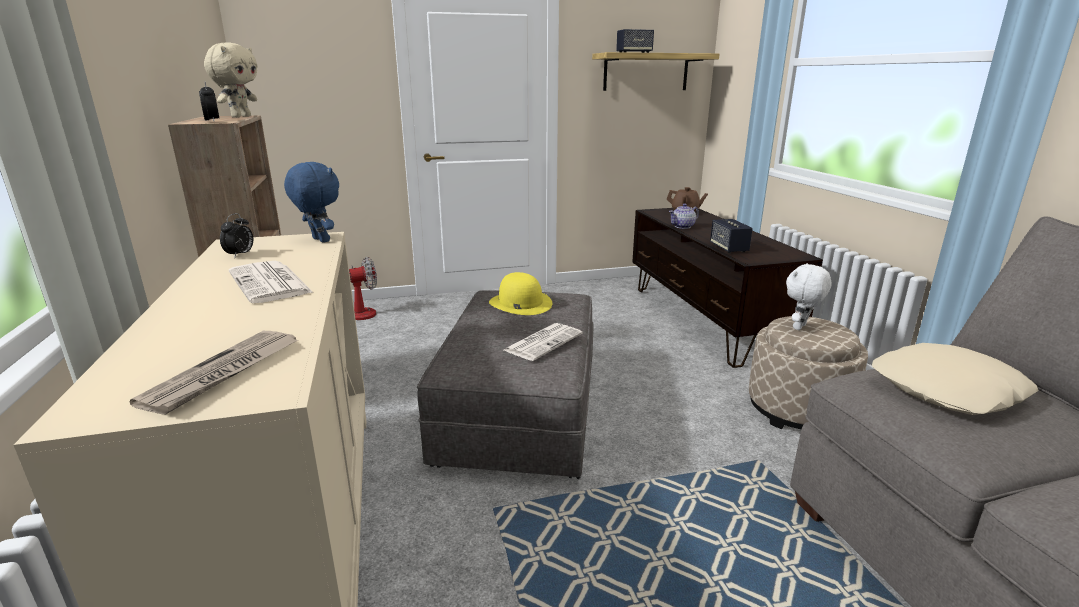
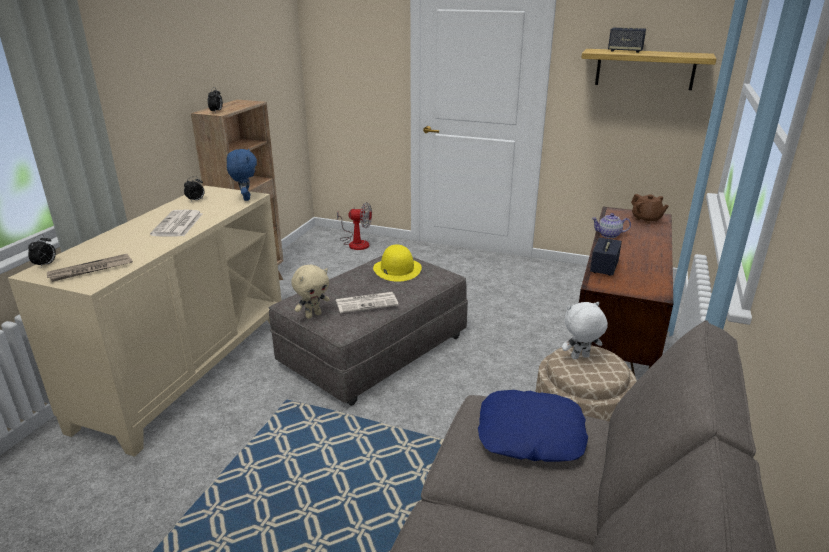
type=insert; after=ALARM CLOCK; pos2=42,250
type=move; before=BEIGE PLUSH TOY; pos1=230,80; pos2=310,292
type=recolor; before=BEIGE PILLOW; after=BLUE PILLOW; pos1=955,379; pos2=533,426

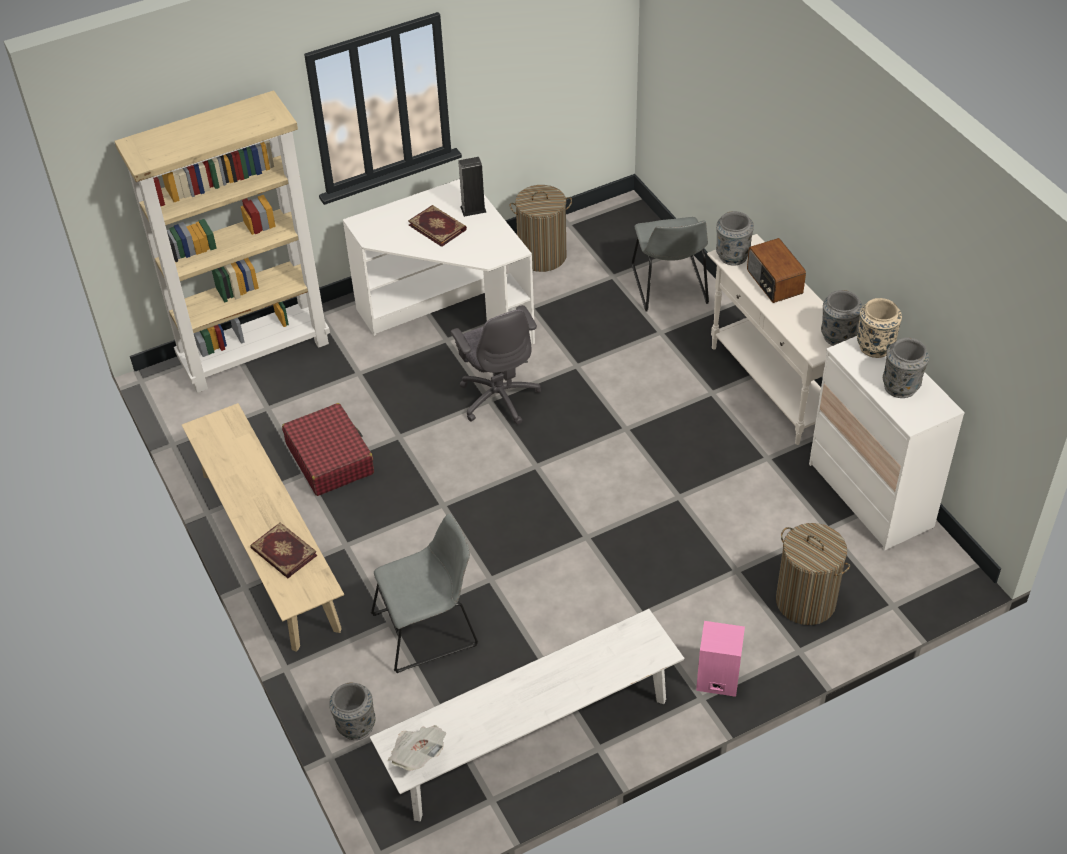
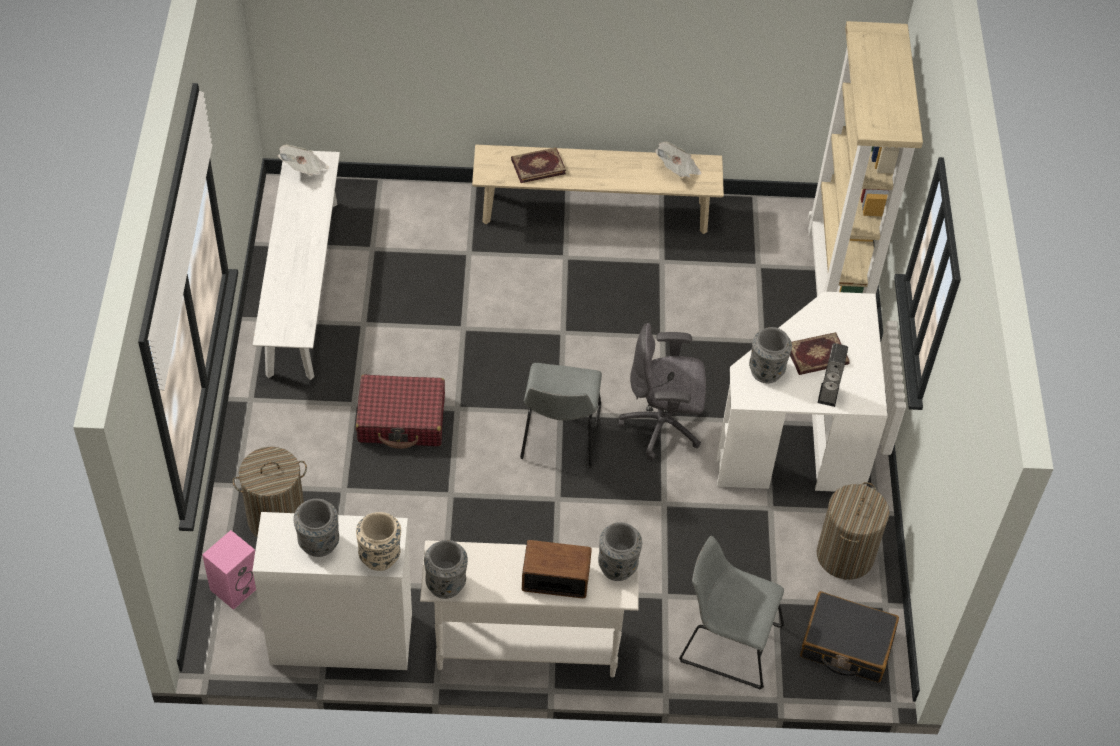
type=insert; after=NEWSPAPER; pos2=678,160
type=insert; after=BLACK SUITCASE; pos2=849,636
type=move; before=RED SUITCASE; pos1=328,449; pos2=400,411
type=move; before=GREY VASE; pos1=352,711; pos2=770,355
type=move; before=GREY CHAIR; pos1=424,593; pos2=561,415
type=move; before=PINK SPEAKER; pos1=720,659; pos2=229,570

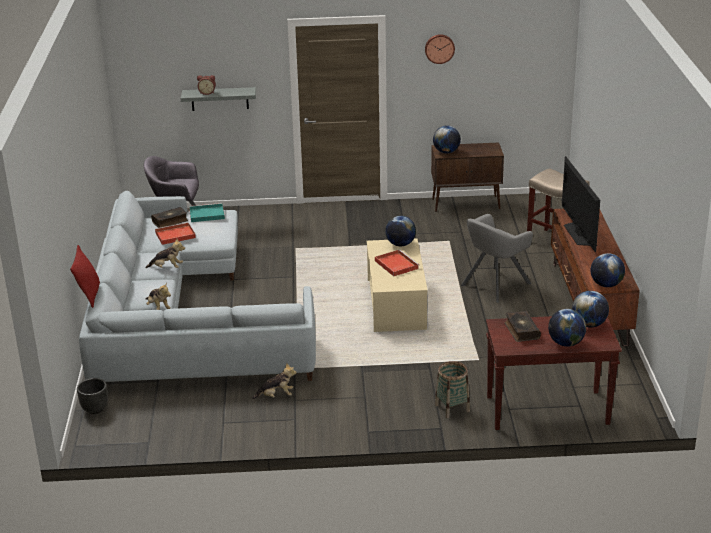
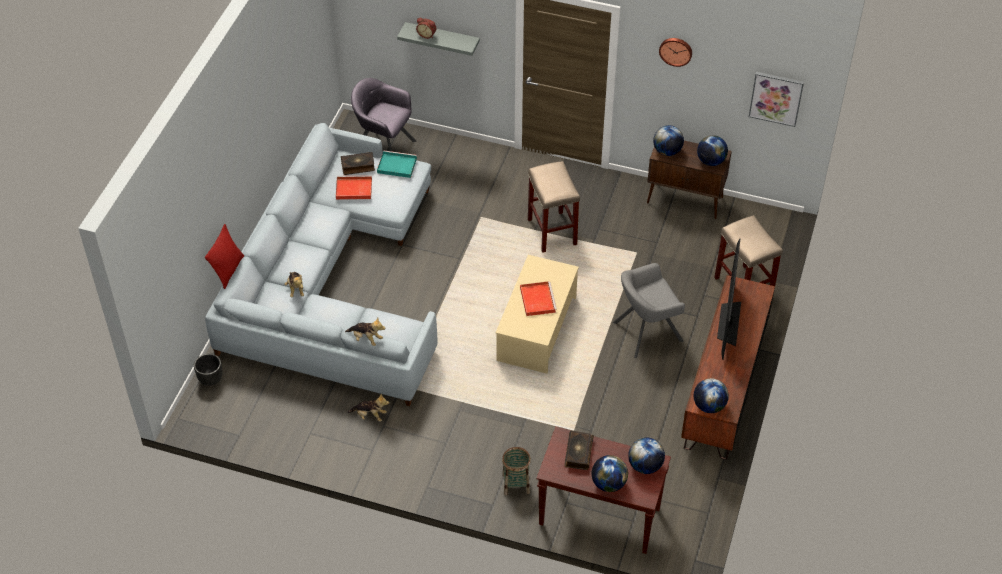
type=insert; after=BEIGE STOOL; pos2=554,207
type=insert; after=PICTURE; pos2=776,99
type=move; before=PLUSH TOY; pos1=165,253; pos2=365,332
type=move; before=GLOBE; pos1=400,231; pos2=712,150

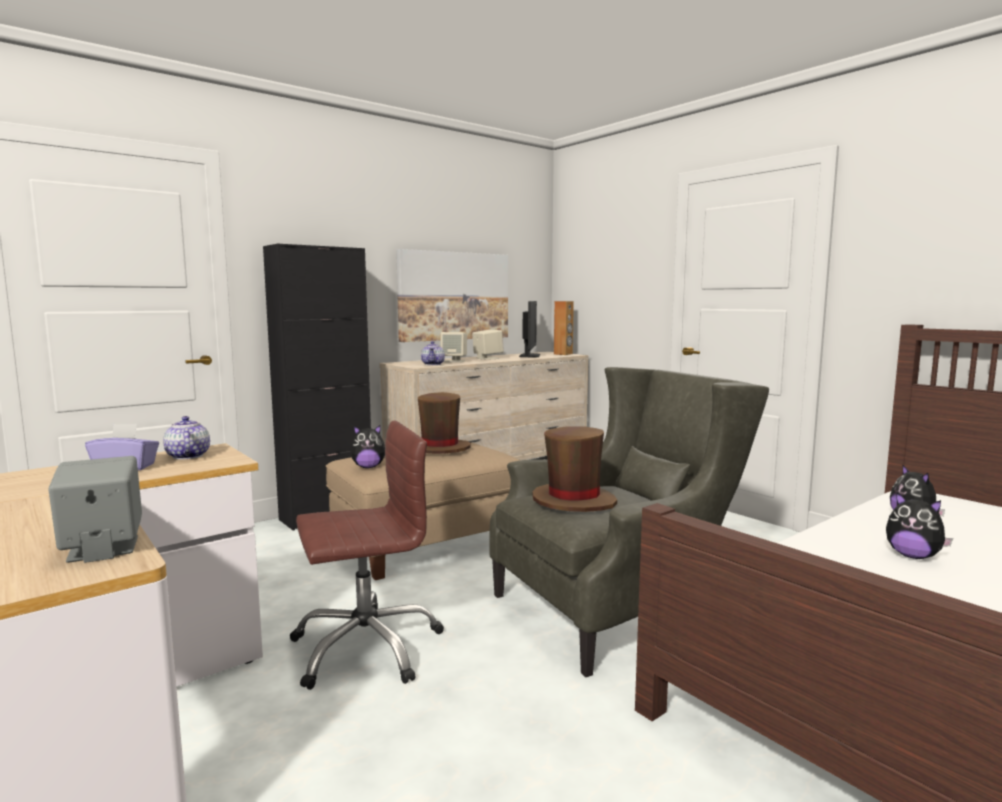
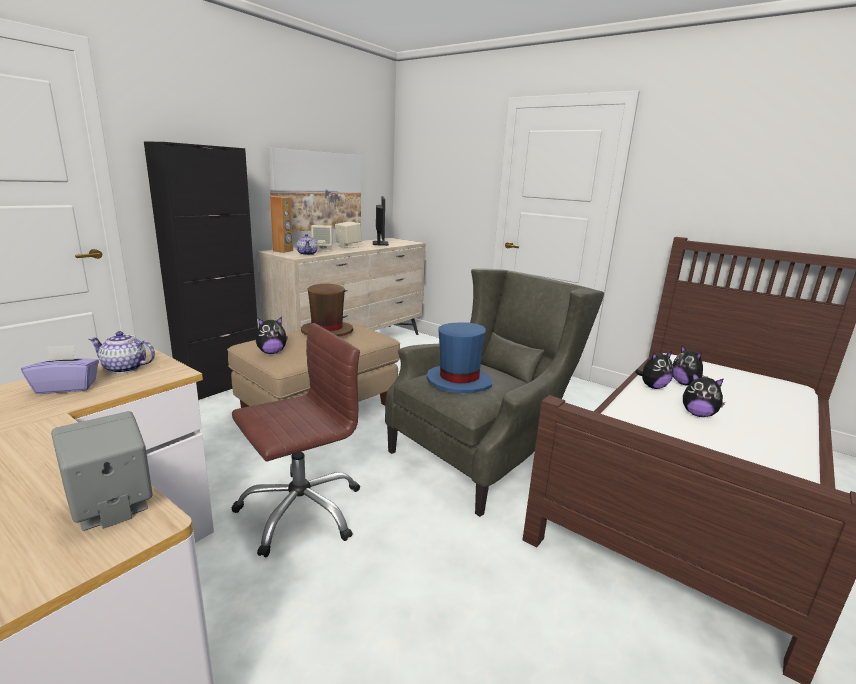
type=insert; after=PLUSH TOY; pos2=654,370
type=move; before=BROWN SPEAKER; pos1=564,328; pos2=281,224
type=recolor; before=BROWN HAT; after=BLUE HAT; pos1=574,469; pos2=460,357
type=rotate; before=TEAPOT; pos1=186,438; pos2=122,352; turn=-45

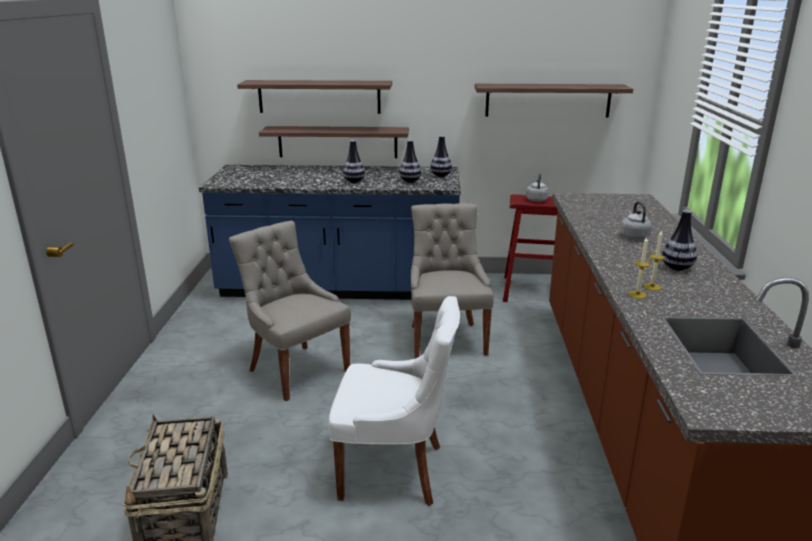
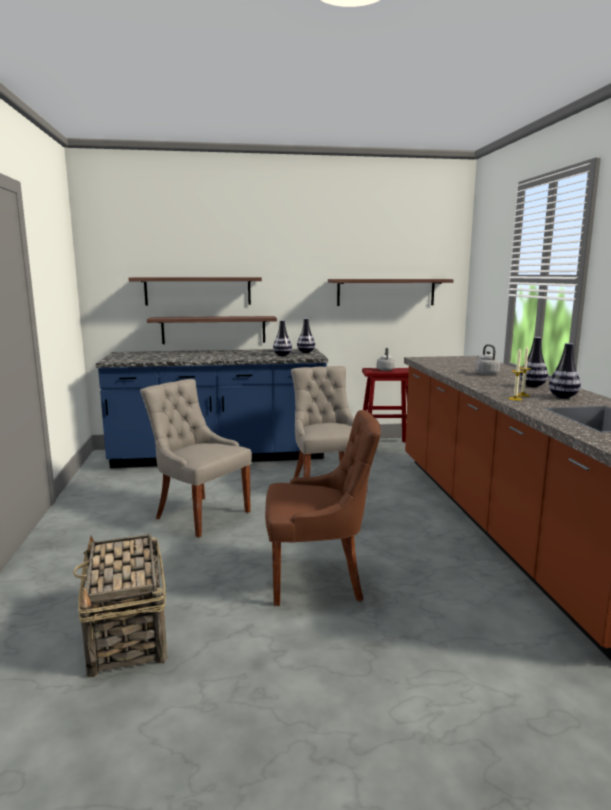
type=move; before=VASE; pos1=354,161; pos2=565,370
type=recolor; before=WHITE CHAIR; after=BROWN CHAIR; pos1=394,401; pos2=323,508

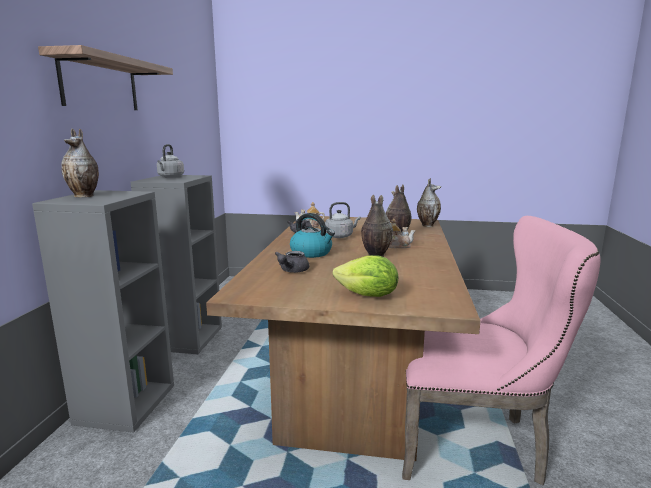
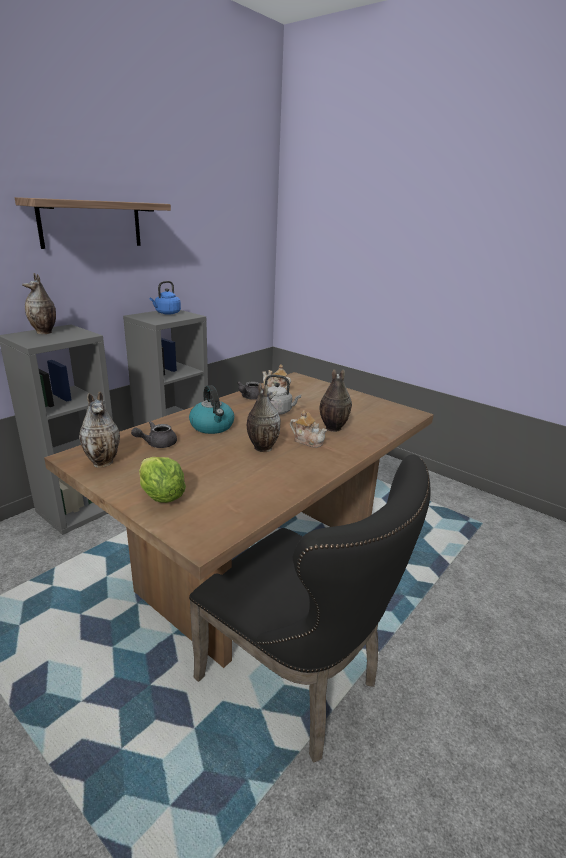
type=move; before=VASE; pos1=429,202; pos2=99,429
type=recolor; before=GREY KETTLE; after=BLUE KETTLE; pos1=170,161; pos2=165,298
type=recolor; before=PINK CHAIR; after=BLACK CHAIR; pos1=501,350; pos2=310,608

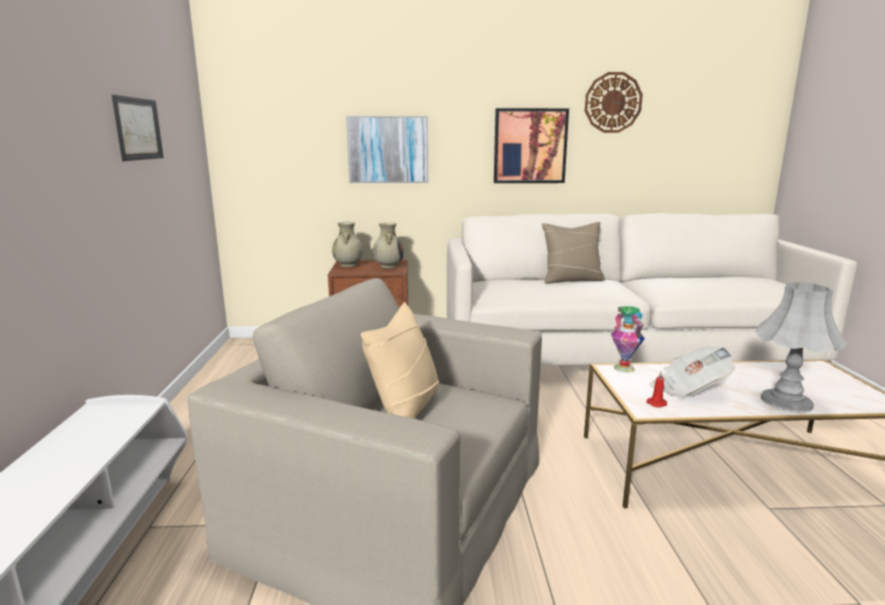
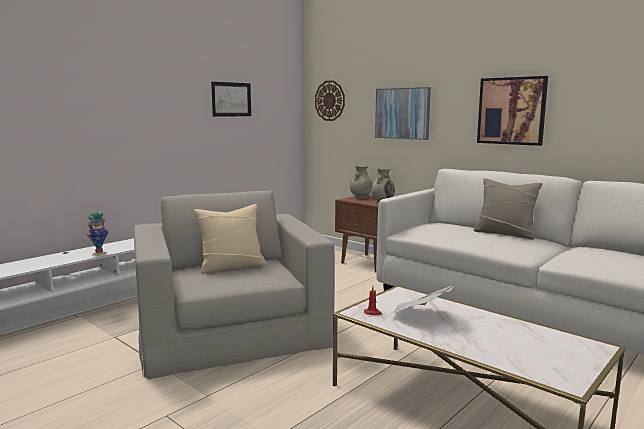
type=delete; before=GREY TABLE LAMP; pos1=801,347
type=move; before=WALL CLOCK; pos1=614,102; pos2=330,100
type=move; before=VASE; pos1=628,339; pos2=97,234

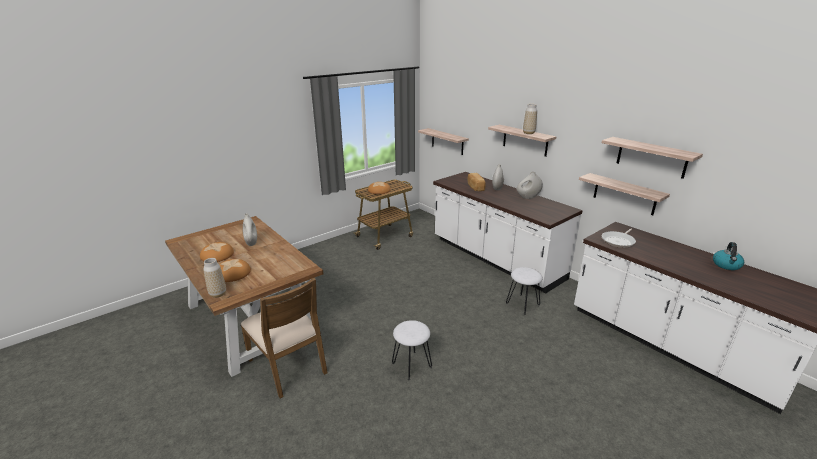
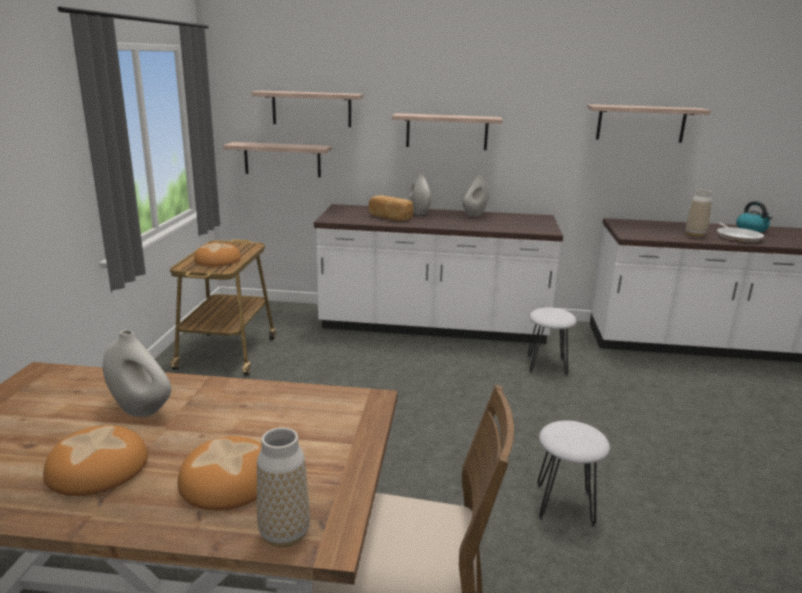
type=move; before=VASE; pos1=530,119; pos2=699,213
type=move; before=SHELF; pos1=624,194; pos2=307,108
type=move; before=FRYING PAN; pos1=619,238; pos2=740,233

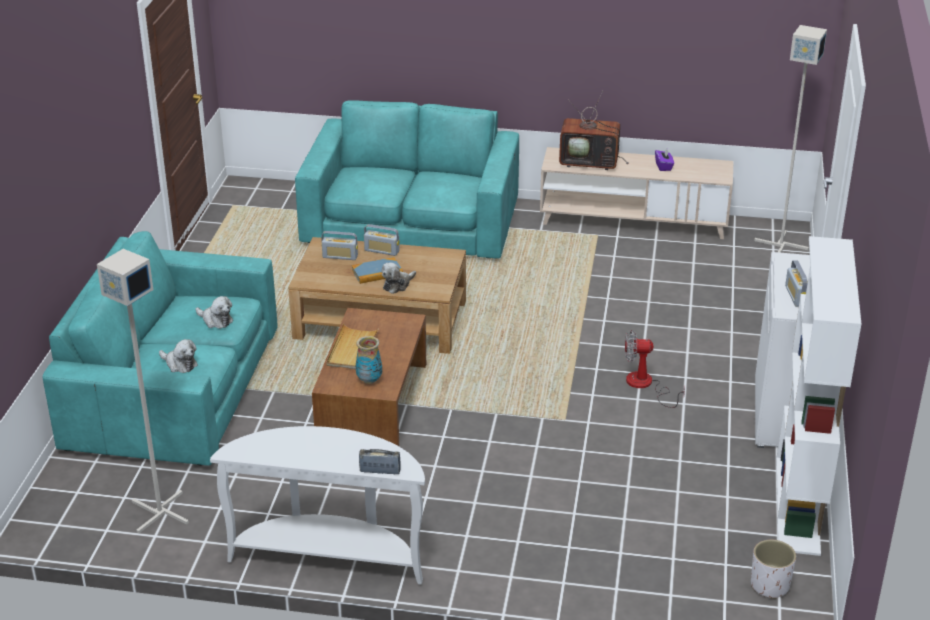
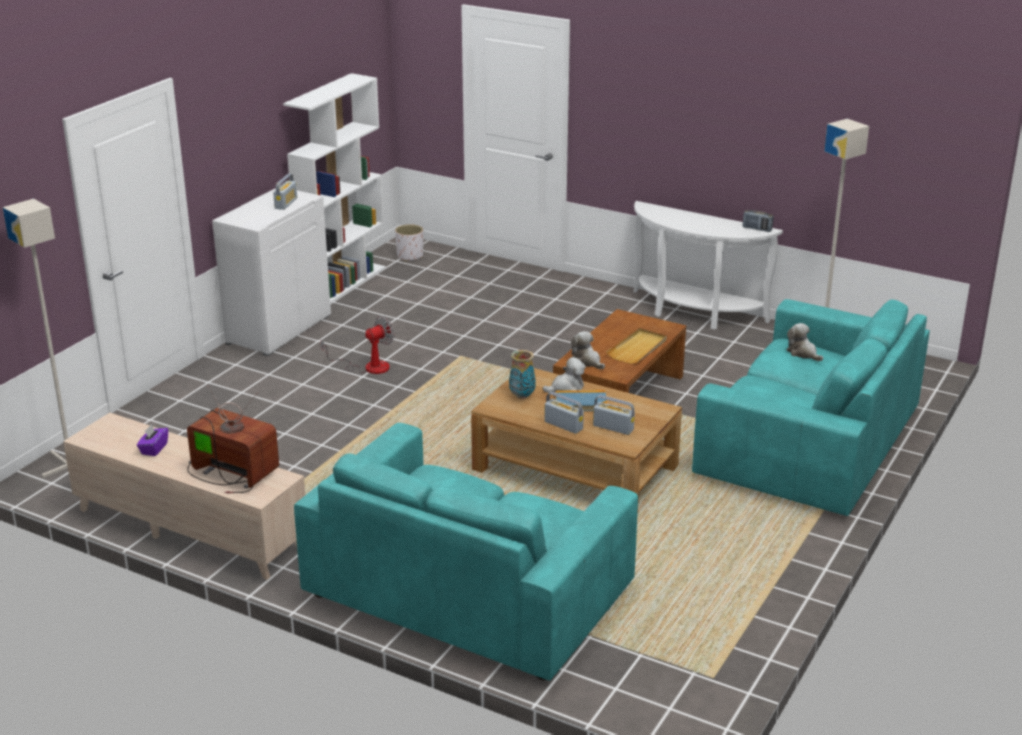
type=move; before=PLUSH TOY; pos1=214,312; pos2=588,350
type=move; before=VASE; pos1=369,360; pos2=522,374
type=move; before=RADIO; pos1=379,461; pos2=758,221
type=rotate; before=FAN; pos1=655,369; pos2=357,345; turn=-60

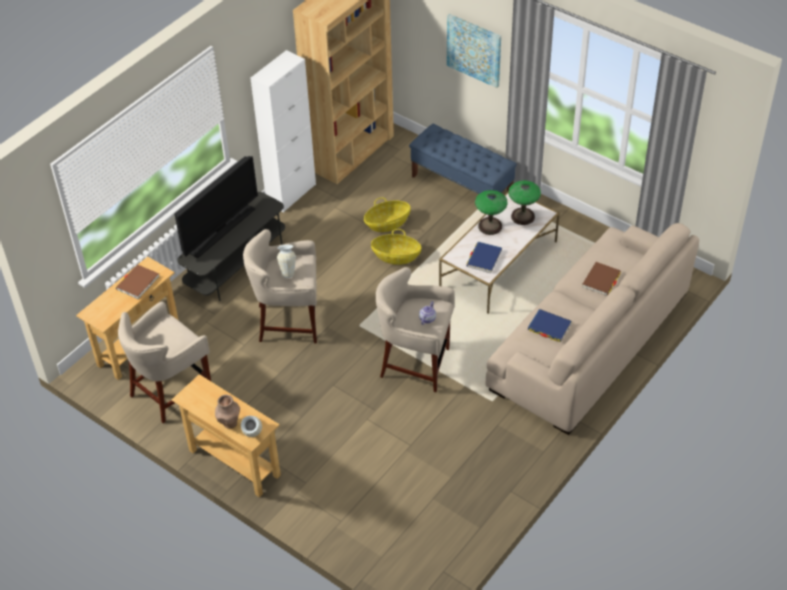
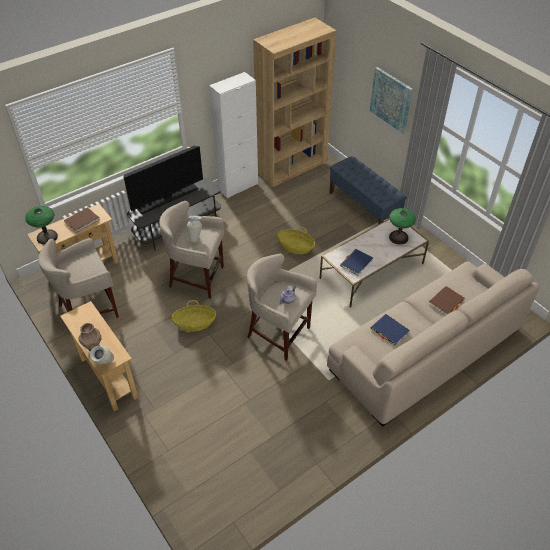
type=move; before=BASKET; pos1=387,214; pos2=194,316
type=move; before=TABLE LAMP; pos1=491,212; pos2=41,225

